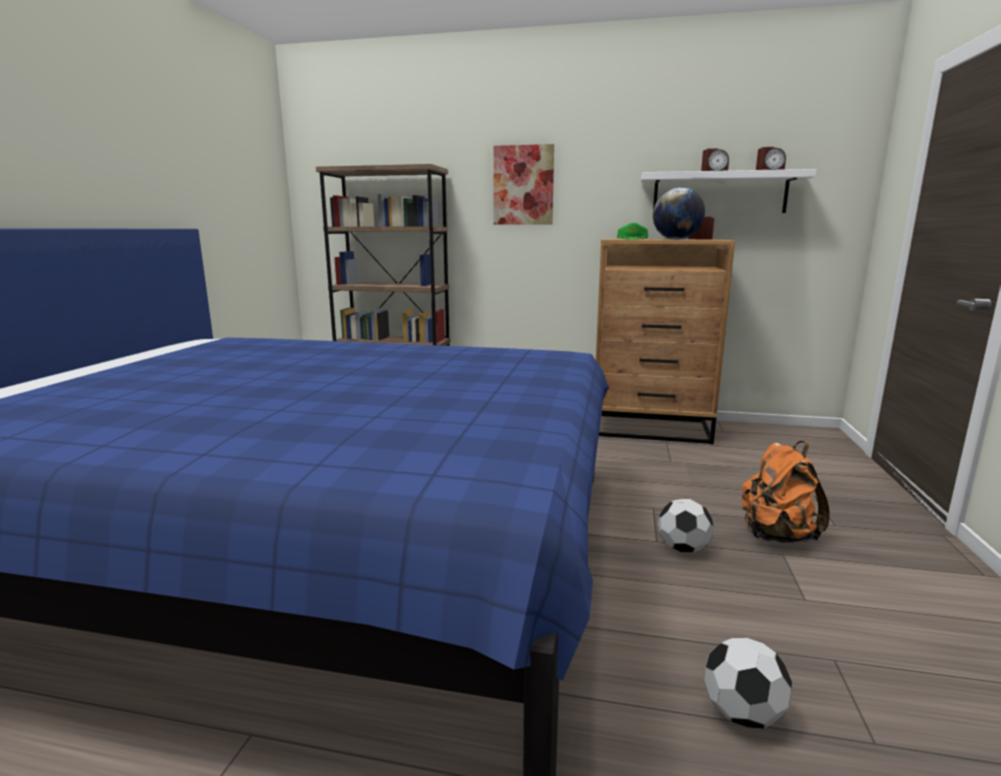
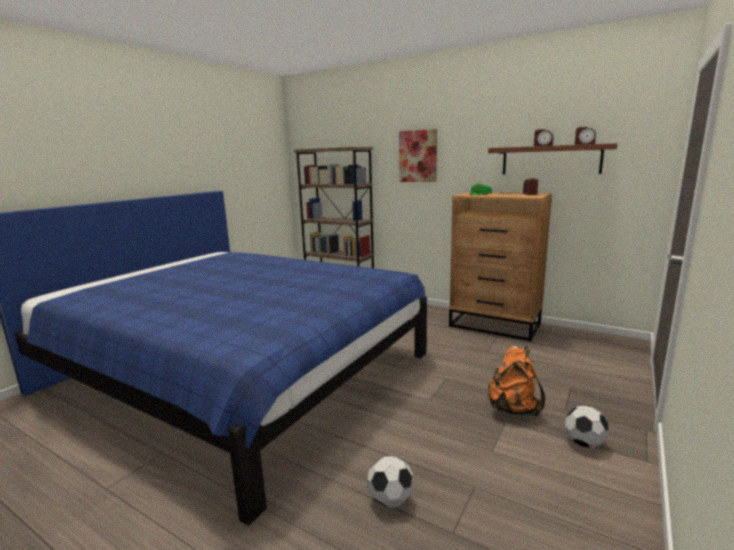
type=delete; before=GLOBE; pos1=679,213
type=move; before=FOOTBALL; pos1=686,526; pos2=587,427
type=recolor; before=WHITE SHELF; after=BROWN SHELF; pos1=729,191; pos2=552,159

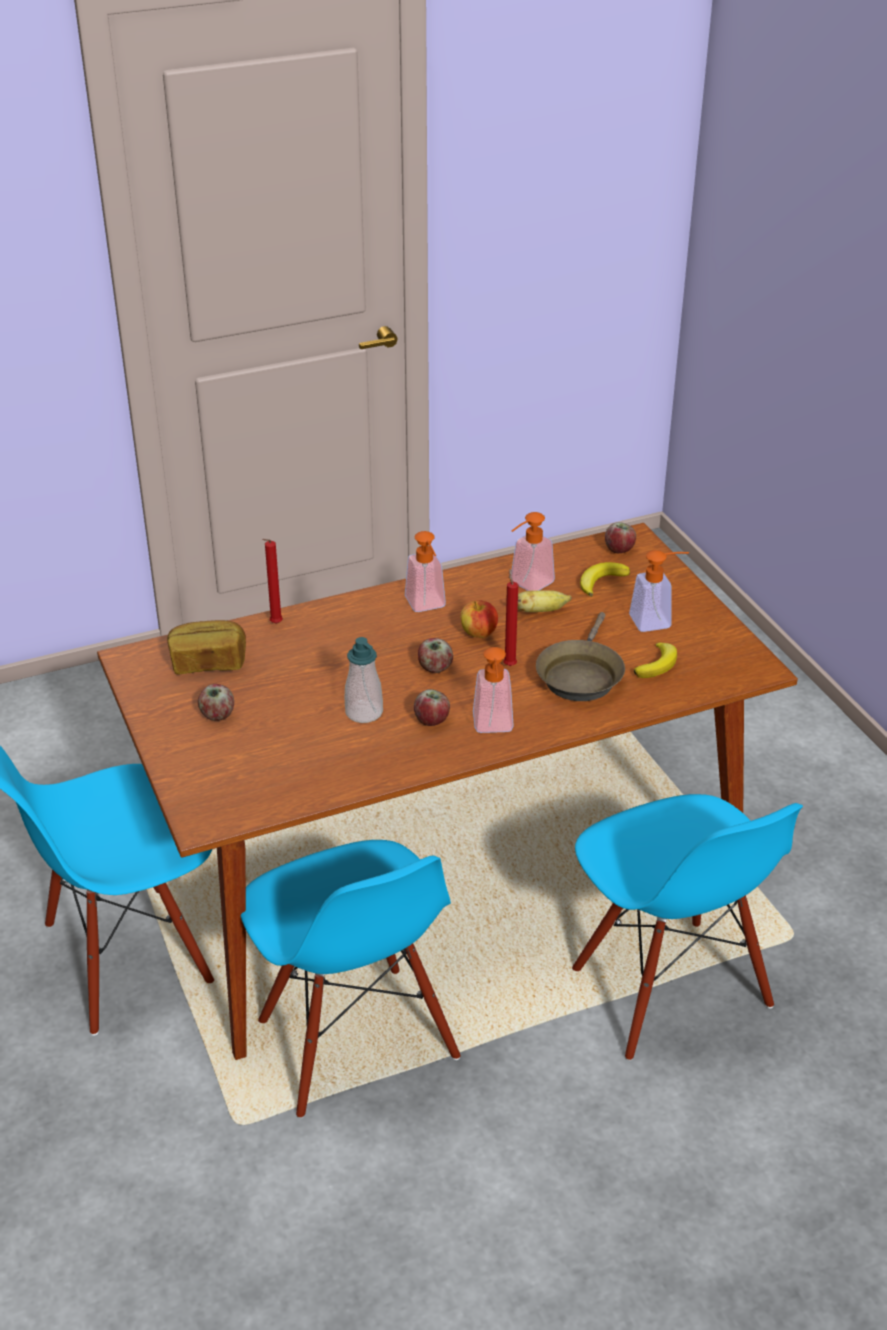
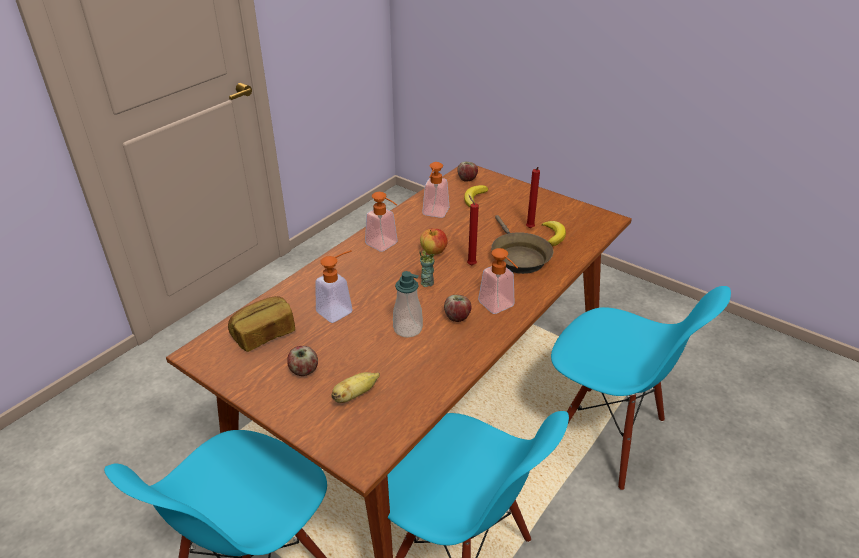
type=move; before=RED CANDLE; pos1=272,581; pos2=533,197
type=move; before=BANANA; pos1=545,601; pos2=355,387
type=move; before=SOAP DISPENSER; pos1=659,591; pos2=334,286
type=replace; before=APPLE; after=CUP; pos1=435,655; pos2=426,268

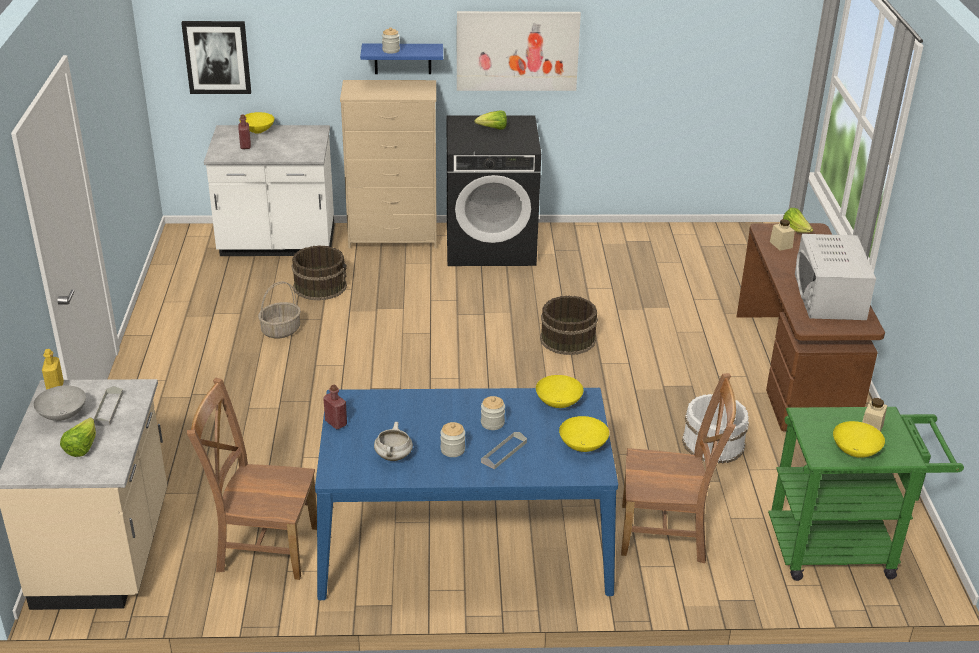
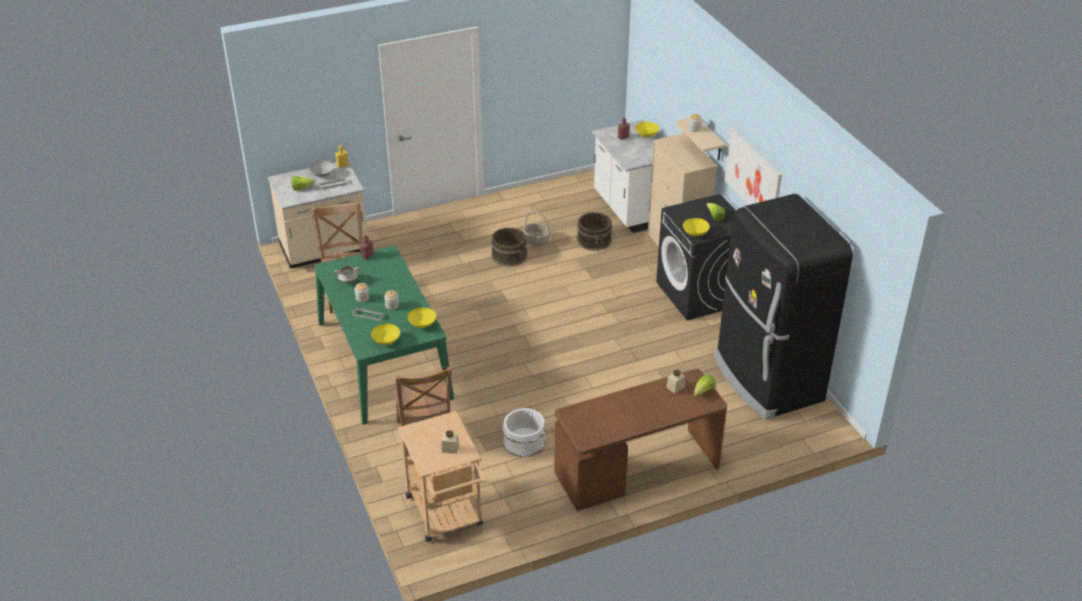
type=delete; before=PICTURE; pos1=216,57
type=delete; before=WHITE MICROWAVE; pos1=835,277
type=insert; after=BLACK FRIDGE; pos2=783,307
type=move; before=BROWN BUCKET; pos1=569,325; pos2=509,247
type=move; before=YELLOW BOWL; pos1=859,439; pos2=696,227
type=recolor; before=BLUE DINING TABLE; after=GREEN DINING TABLE; pos1=466,494; pos2=384,335
type=recolor; before=BLUE SHELF; after=BEIGE SHELF; pos1=401,59; pos2=700,139
type=recolor; before=GREEN CART; after=BEIGE CART; pos1=866,494; pos2=442,476

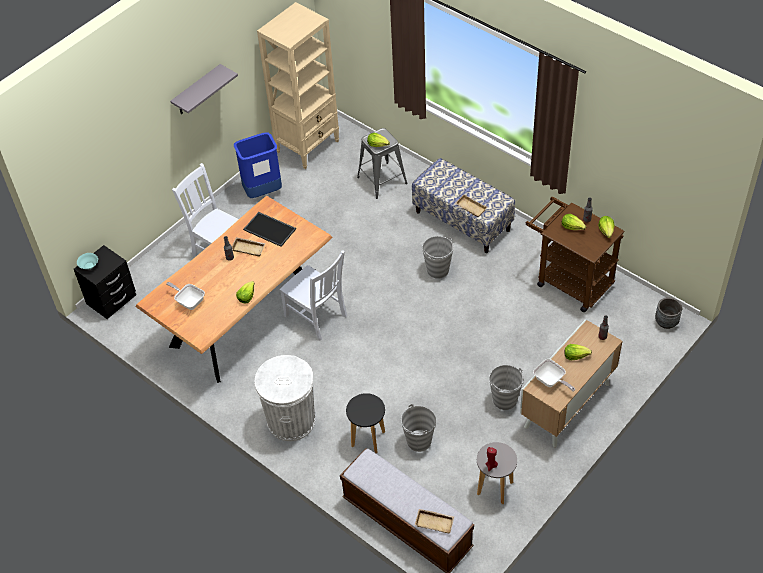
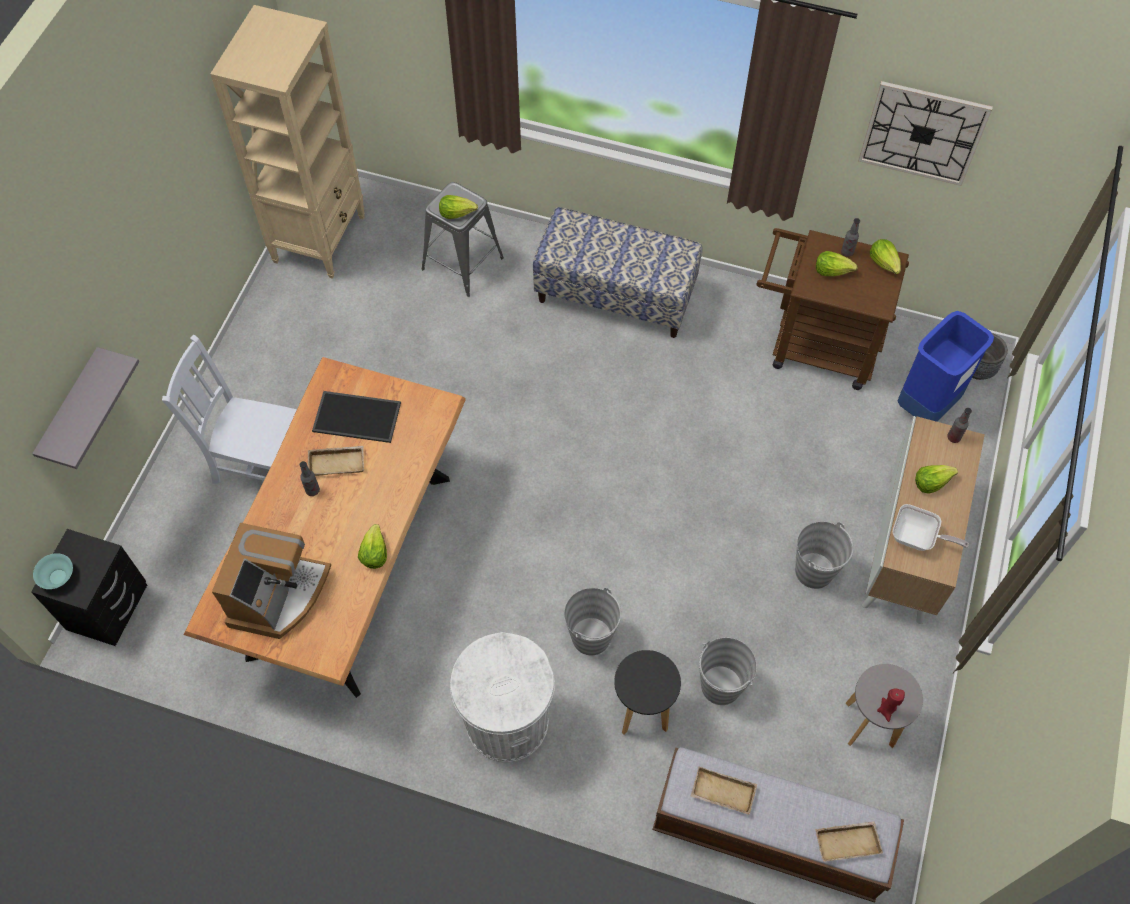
type=delete; before=WHITE CHAIR; pos1=313,295
type=insert; after=WALL CLOCK; pos2=925,133
type=move; before=GREY SHELF; pos1=204,89; pos2=85,408
type=move; before=BLUE TRASH CAN; pos1=258,165; pos2=946,366
type=move; before=GREY BUCKET; pos1=437,257; pos2=592,621
type=move; before=BEIGE TRAY; pos1=471,205; pos2=724,790
type=replace; before=FRYING PAN; after=COFFEE MACHINE; pos1=185,296; pos2=271,581

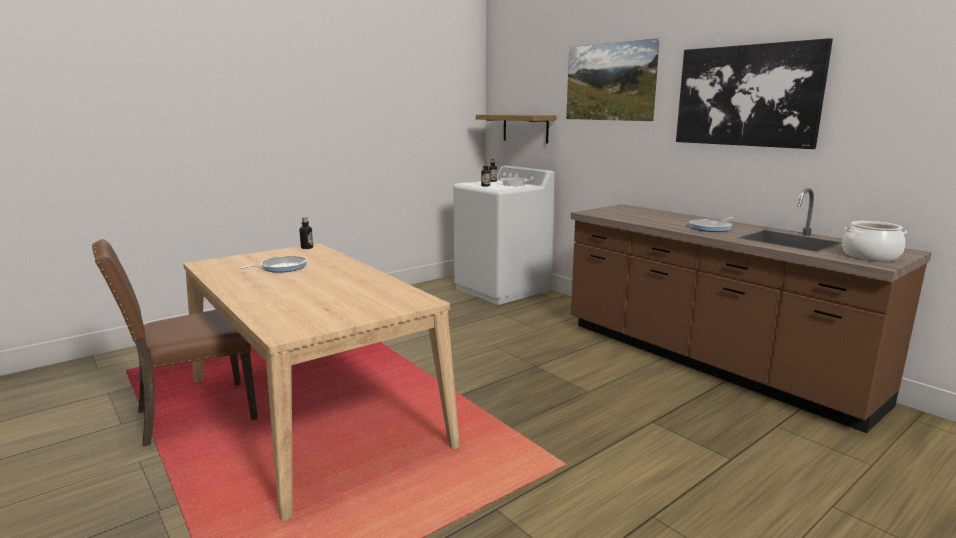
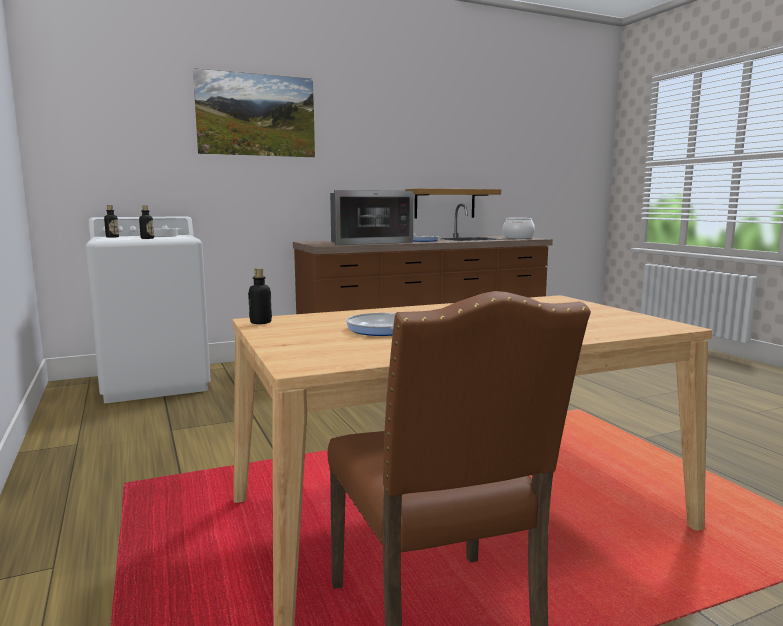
type=delete; before=PICTURE; pos1=754,93
type=insert; after=MICROWAVE; pos2=371,217
type=move; before=SHELF; pos1=516,129; pos2=453,203

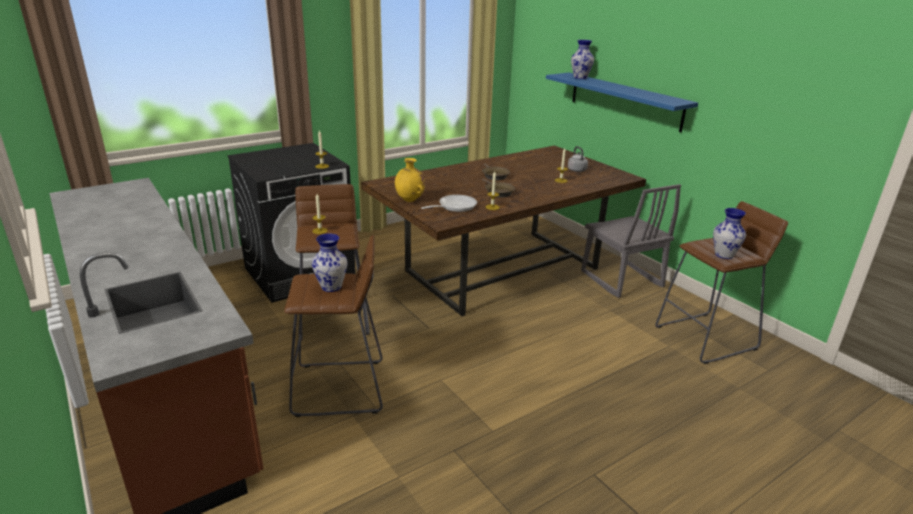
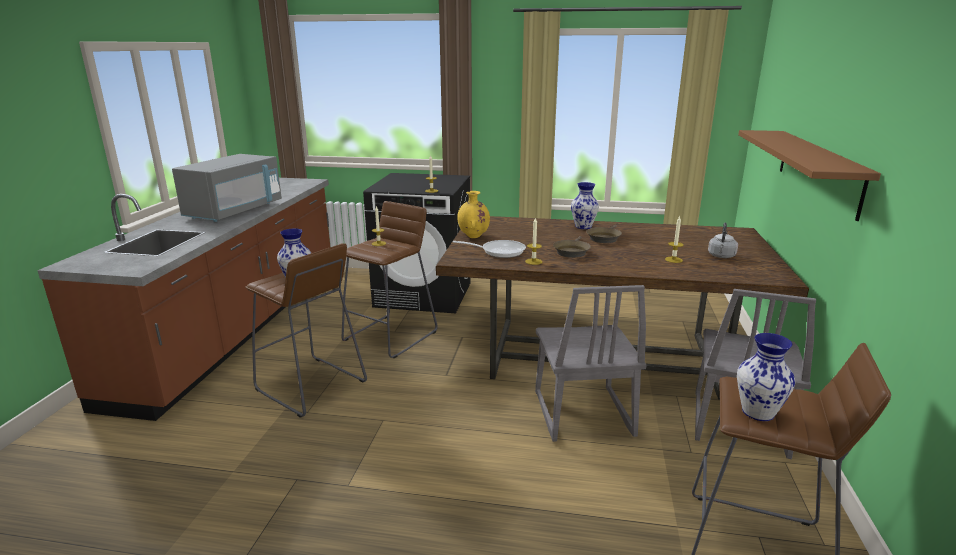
type=insert; after=GREY MICROWAVE; pos2=227,188
type=insert; after=GREY CHAIR; pos2=591,363
type=move; before=VASE; pos1=582,59; pos2=585,205
type=recolor; before=BLUE SHELF; after=BROWN SHELF; pos1=622,102; pos2=809,175

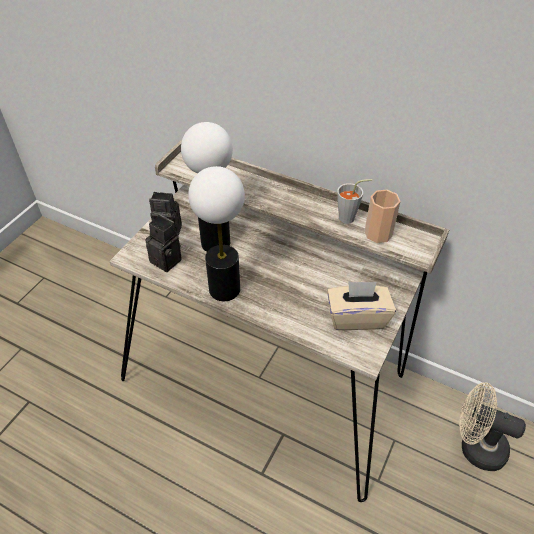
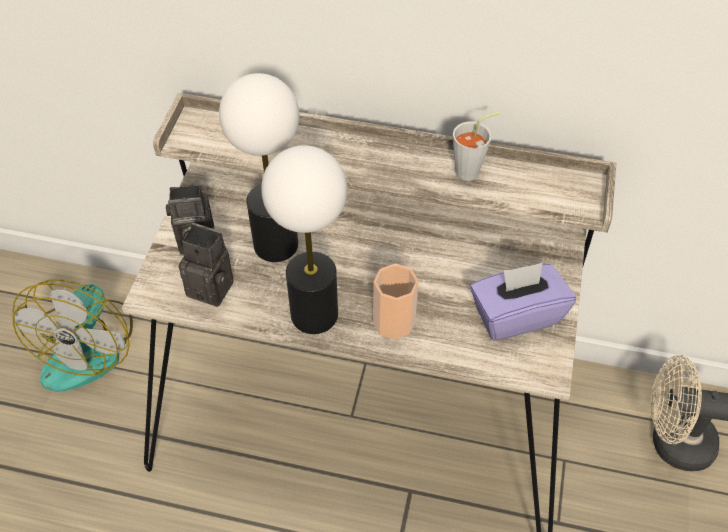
type=insert; after=FAN; pos2=72,336
type=move; before=CUP; pos1=383,216; pos2=396,302
type=recolor; before=BEIGE TISSUE BOX; after=PURPLE TISSUE BOX; pos1=361,305; pos2=523,302

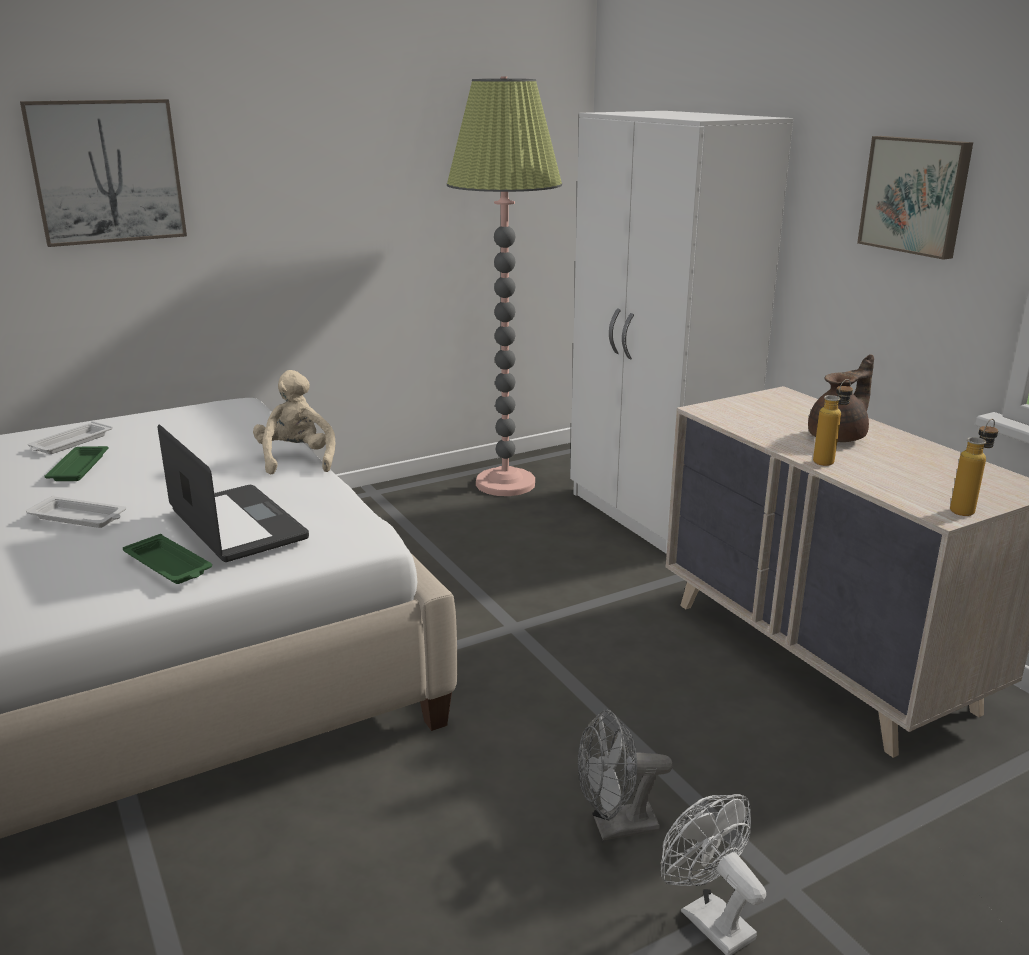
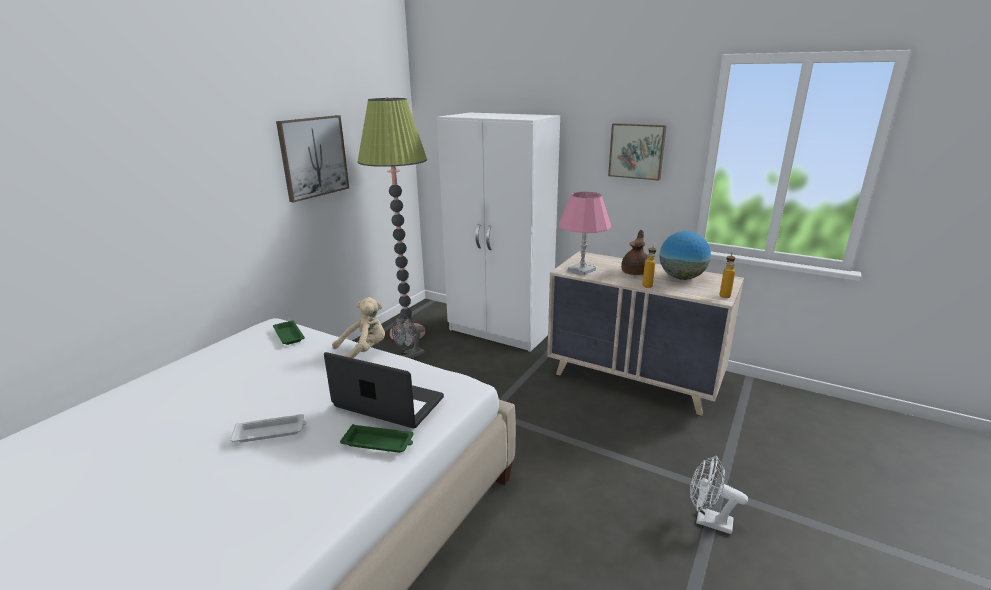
type=delete; before=WHITE TRAY; pos1=70,437
type=insert; after=PINK TABLE LAMP; pos2=585,233
type=insert; after=GLOBE; pos2=685,255
type=move; before=PICTURE; pos1=103,173; pos2=312,159
type=move; before=GREEN TRAY; pos1=76,463; pos2=289,333
type=move; before=GREY FAN; pos1=624,775; pos2=408,336
type=rotate; before=BEIGE PLUSH TOY; pos1=294,422; pos2=358,327; turn=105

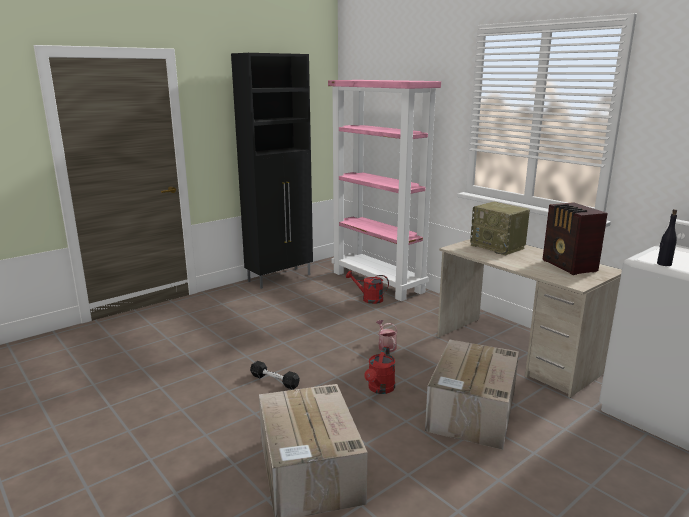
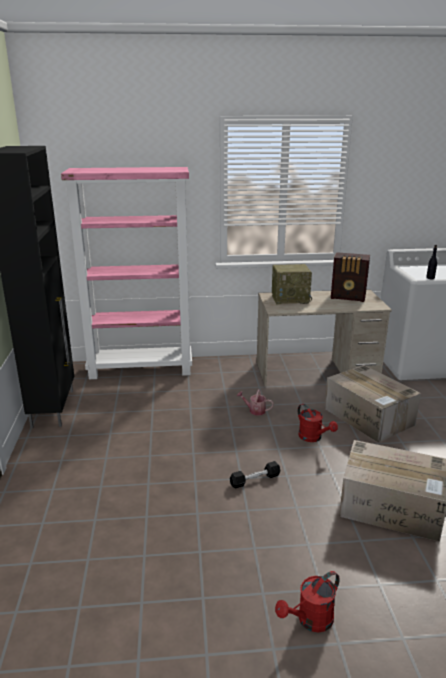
type=move; before=RED WATERING CAN; pos1=367,287; pos2=307,602

